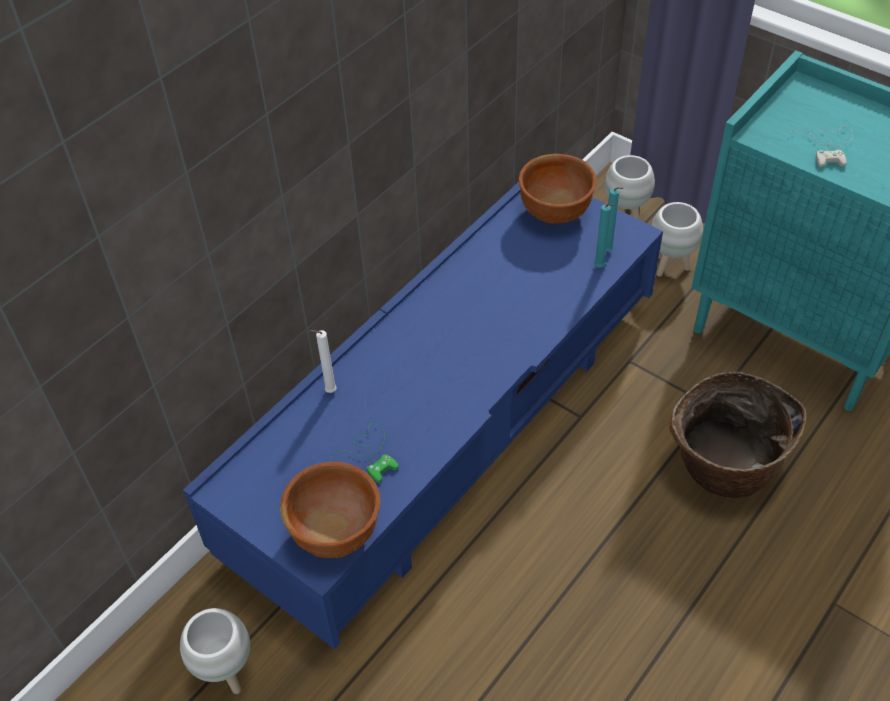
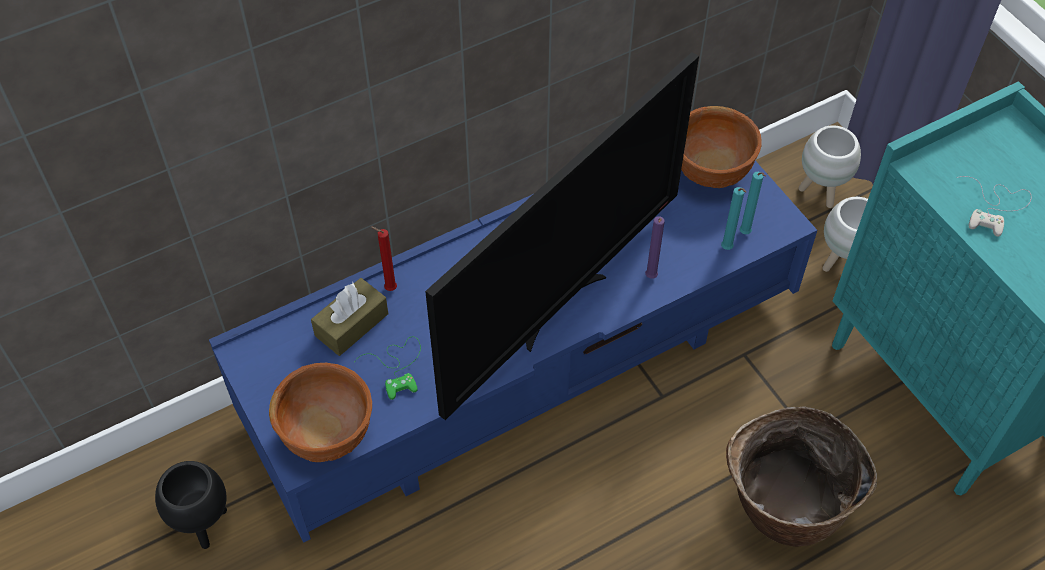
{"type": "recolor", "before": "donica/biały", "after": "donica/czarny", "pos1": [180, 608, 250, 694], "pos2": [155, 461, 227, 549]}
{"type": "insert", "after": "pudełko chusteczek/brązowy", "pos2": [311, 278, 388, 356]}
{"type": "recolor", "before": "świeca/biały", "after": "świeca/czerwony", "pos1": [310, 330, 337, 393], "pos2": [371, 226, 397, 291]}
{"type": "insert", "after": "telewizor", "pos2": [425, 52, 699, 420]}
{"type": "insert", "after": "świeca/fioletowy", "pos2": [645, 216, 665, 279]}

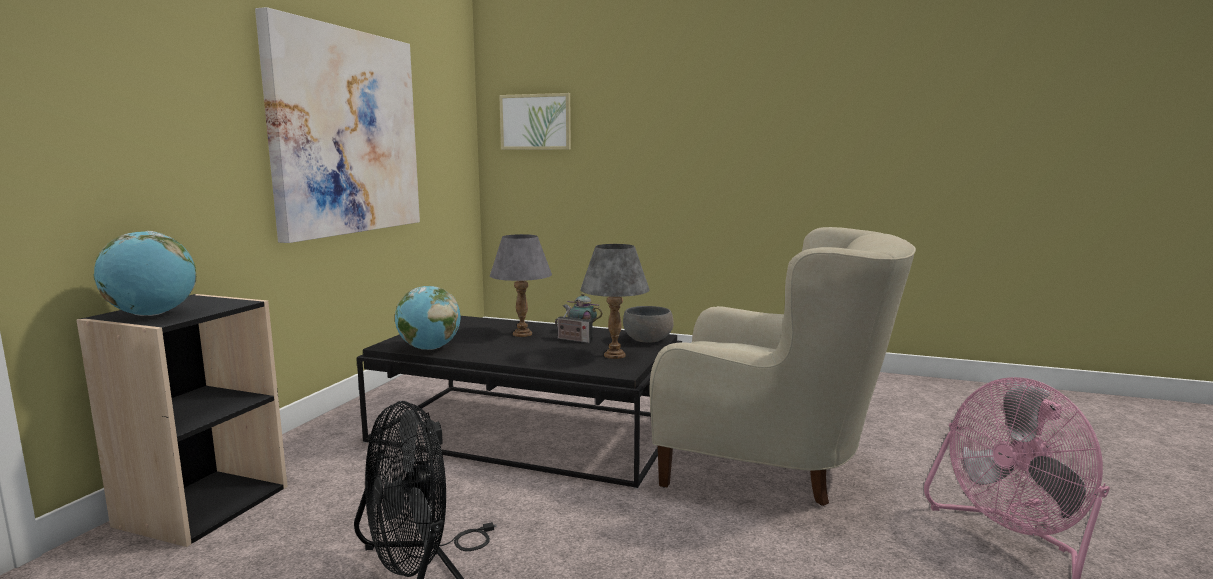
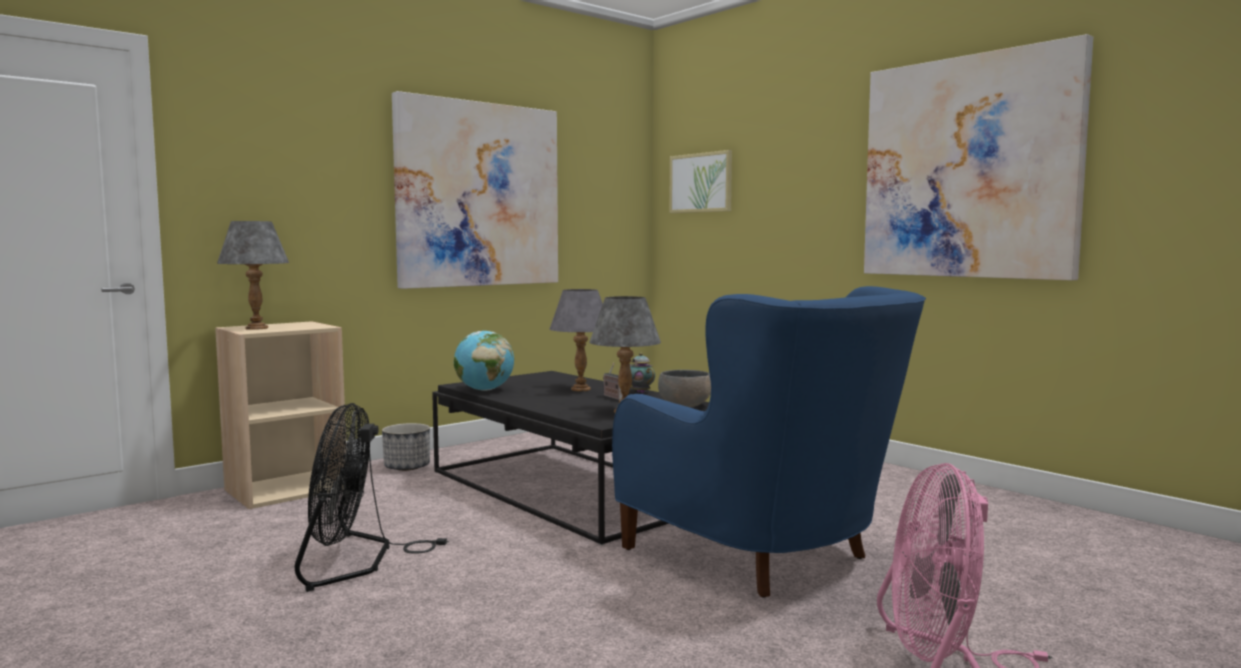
{"type": "recolor", "before": "regał/czarny", "after": "regał/beżowy", "pos1": [77, 294, 288, 547], "pos2": [215, 321, 346, 509]}
{"type": "replace", "before": "globus", "after": "lampa stołowa/szary", "pos1": [94, 231, 196, 316], "pos2": [217, 221, 289, 330]}
{"type": "insert", "after": "donica", "pos2": [382, 423, 430, 471]}
{"type": "recolor", "before": "fotel/beżowy", "after": "fotel/niebieski", "pos1": [649, 227, 916, 506], "pos2": [612, 286, 926, 598]}
{"type": "insert", "after": "obraz", "pos2": [864, 34, 1093, 280]}

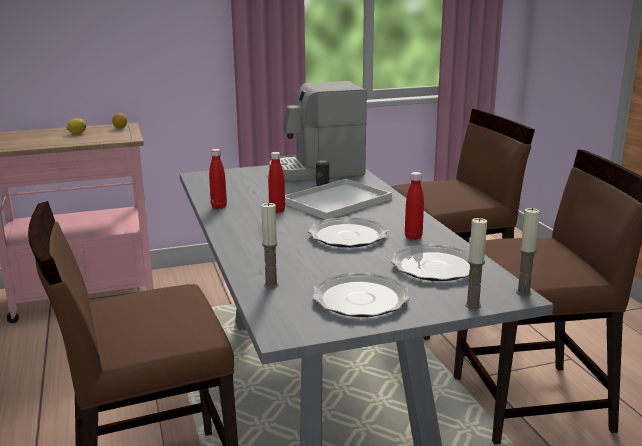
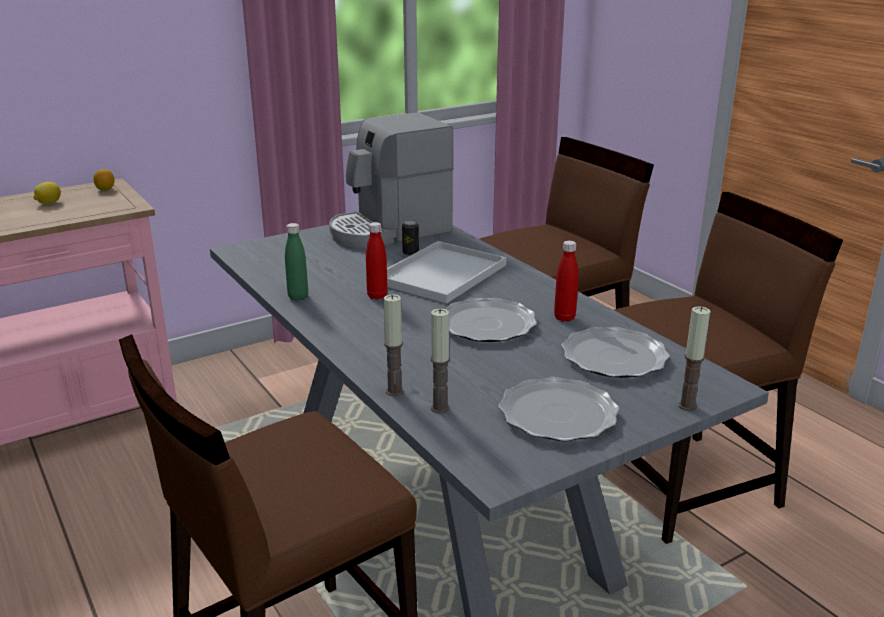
{"type": "recolor", "before": "butelka/czerwony", "after": "butelka/zielony", "pos1": [209, 149, 227, 209], "pos2": [285, 223, 308, 301]}
{"type": "move", "before": "świeca", "pos1": [516, 208, 540, 296], "pos2": [384, 294, 404, 396]}

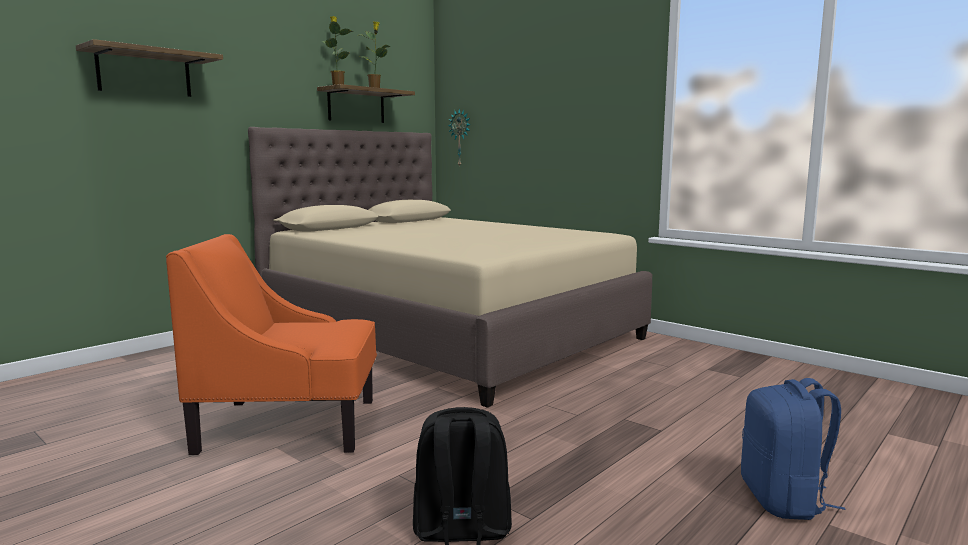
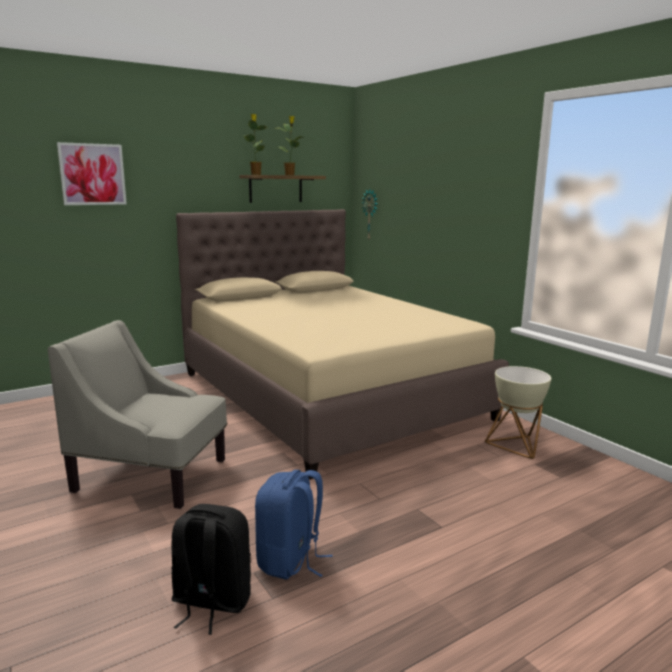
{"type": "recolor", "before": "fotel/pomarańczowy", "after": "fotel/szary", "pos1": [166, 234, 377, 455], "pos2": [47, 320, 227, 509]}
{"type": "replace", "before": "półka", "after": "obraz", "pos1": [76, 39, 223, 97], "pos2": [57, 142, 127, 205]}
{"type": "move", "before": "plecak/niebieski", "pos1": [741, 378, 846, 520], "pos2": [255, 470, 333, 580]}
{"type": "insert", "after": "donica", "pos2": [485, 366, 551, 459]}

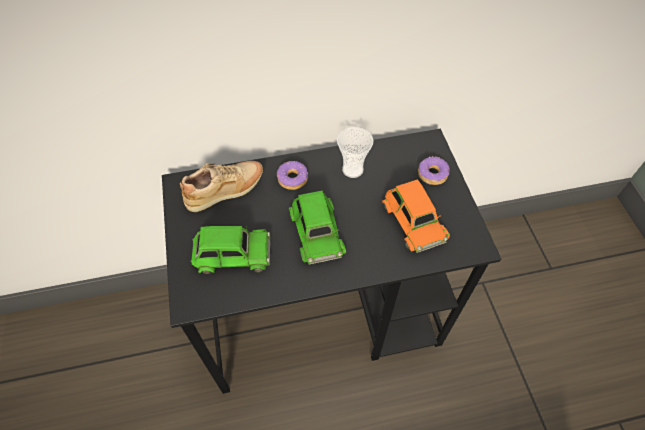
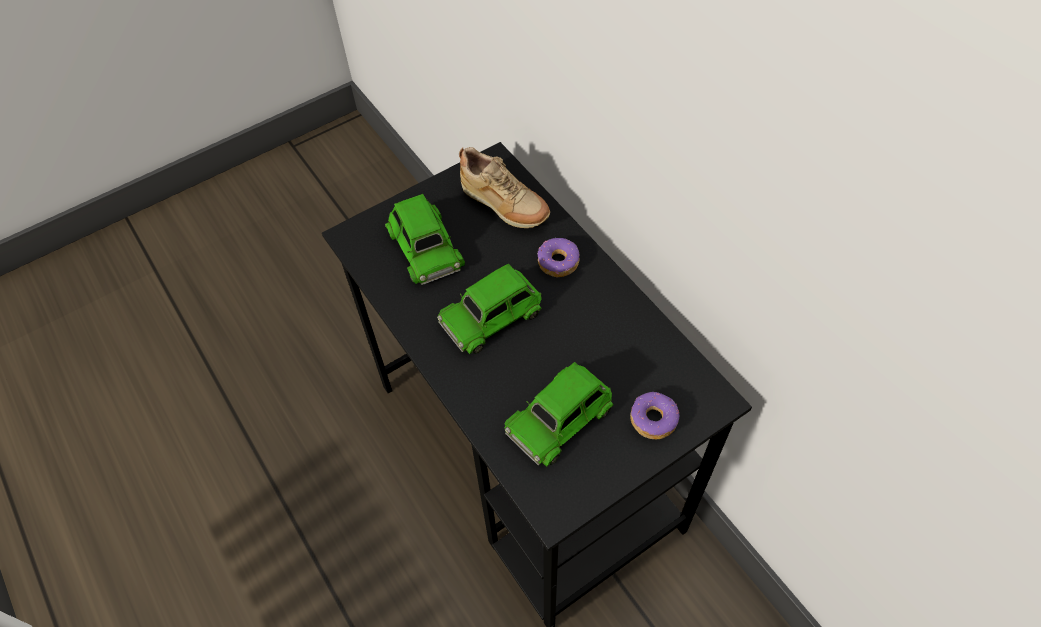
{"type": "recolor", "before": "samochodzik/pomarańczowy", "after": "samochodzik/zielony", "pos1": [382, 179, 450, 253], "pos2": [505, 362, 614, 467]}
{"type": "delete", "before": "filiżanka", "pos1": [337, 127, 373, 178]}

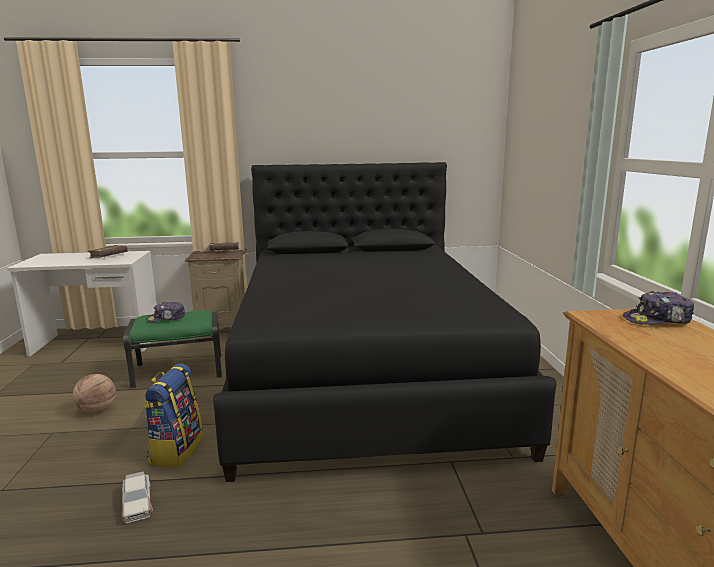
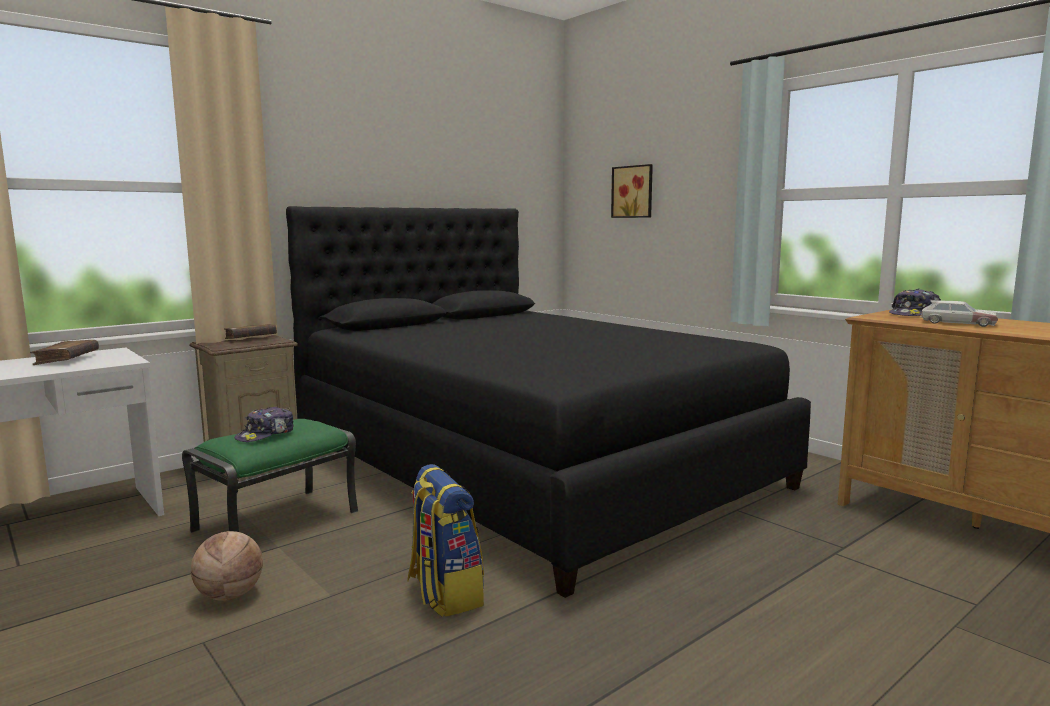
{"type": "insert", "after": "obraz", "pos2": [611, 164, 653, 218]}
{"type": "move", "before": "samochodzik", "pos1": [121, 472, 153, 523], "pos2": [920, 300, 998, 327]}

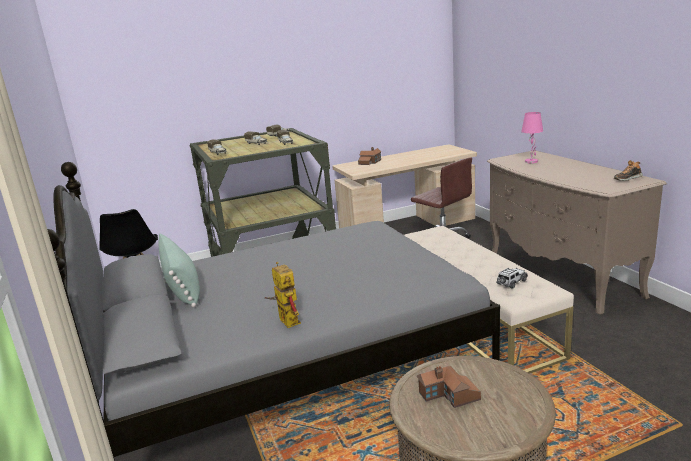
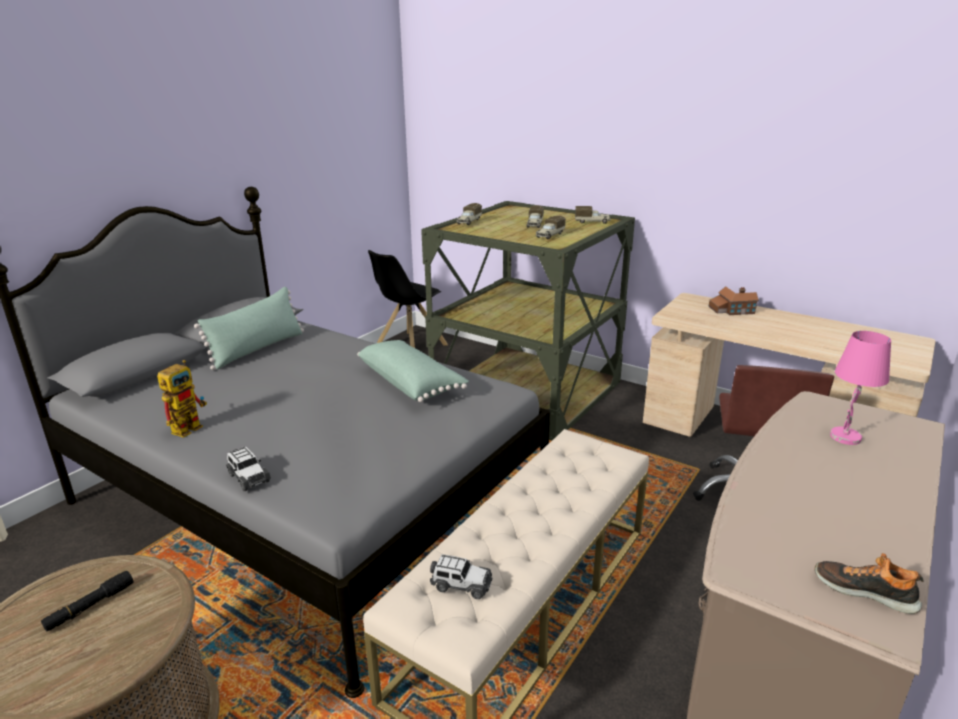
{"type": "replace", "before": "domek", "after": "latarka/czarny", "pos1": [417, 366, 481, 408], "pos2": [41, 571, 133, 631]}
{"type": "insert", "after": "samochodzik", "pos2": [226, 447, 271, 491]}
{"type": "insert", "after": "poduszka/zielony", "pos2": [357, 340, 469, 402]}

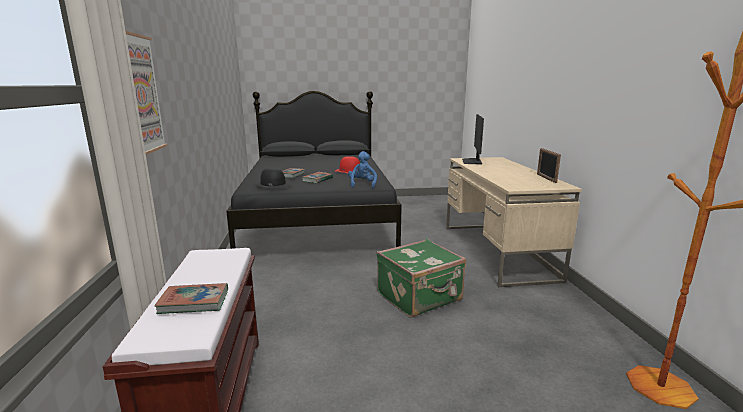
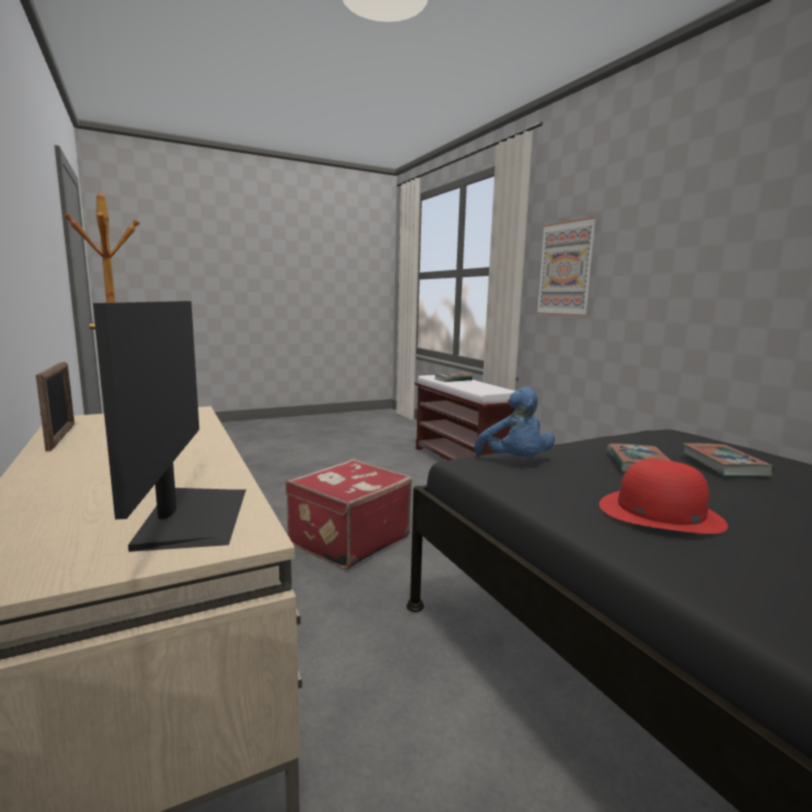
{"type": "recolor", "before": "walizka/zielony", "after": "walizka/czerwony", "pos1": [377, 239, 466, 317], "pos2": [285, 459, 413, 570]}
{"type": "delete", "before": "kapelusz/czarny", "pos1": [255, 167, 291, 189]}

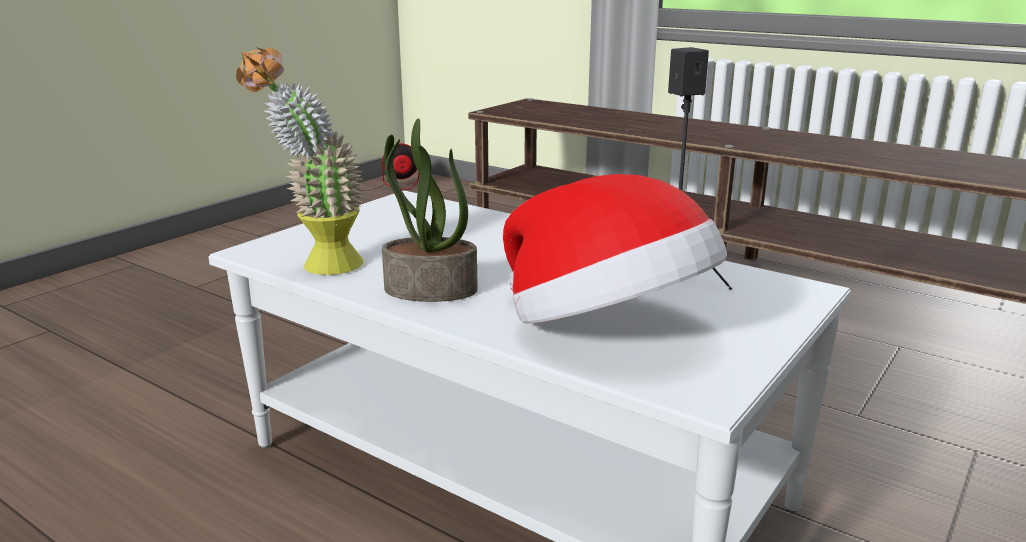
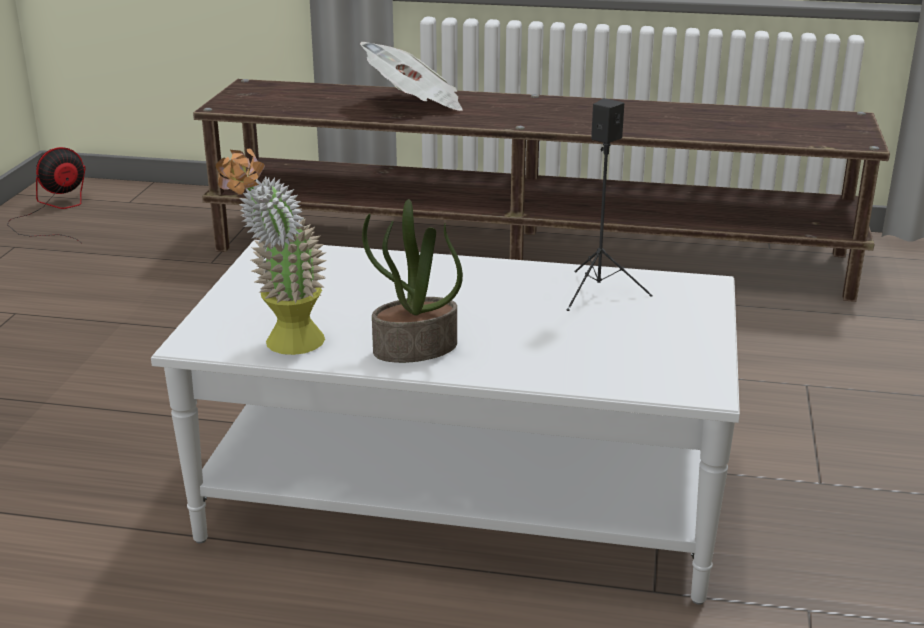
{"type": "insert", "after": "gazeta", "pos2": [360, 42, 463, 111]}
{"type": "delete", "before": "kapelusz", "pos1": [503, 174, 727, 323]}

